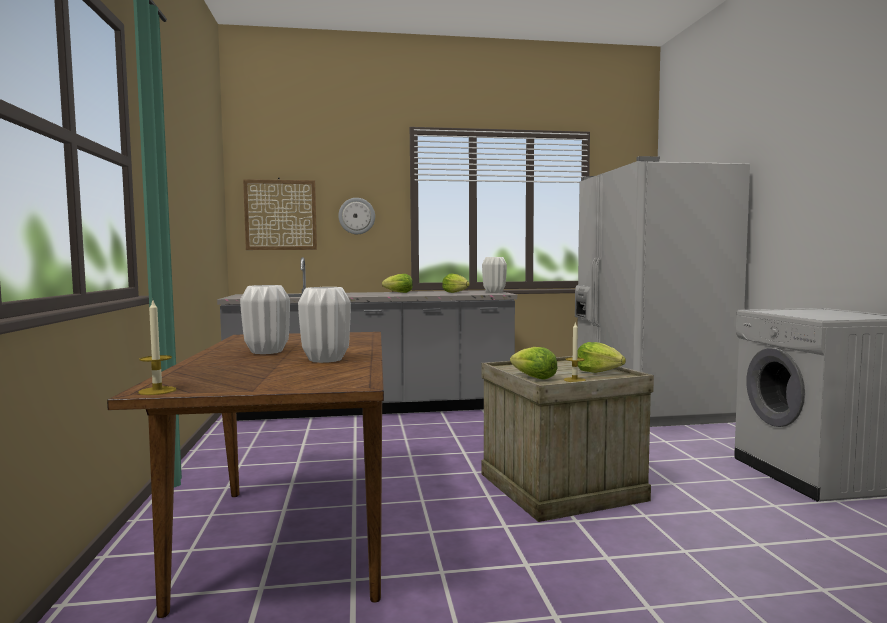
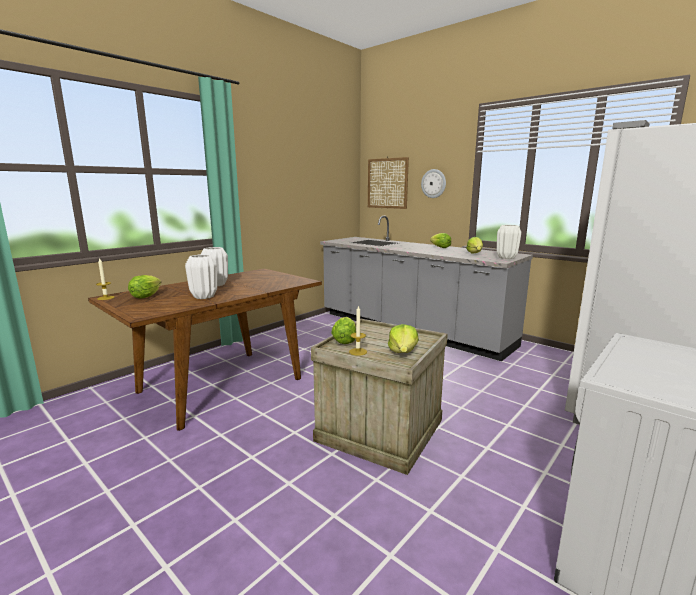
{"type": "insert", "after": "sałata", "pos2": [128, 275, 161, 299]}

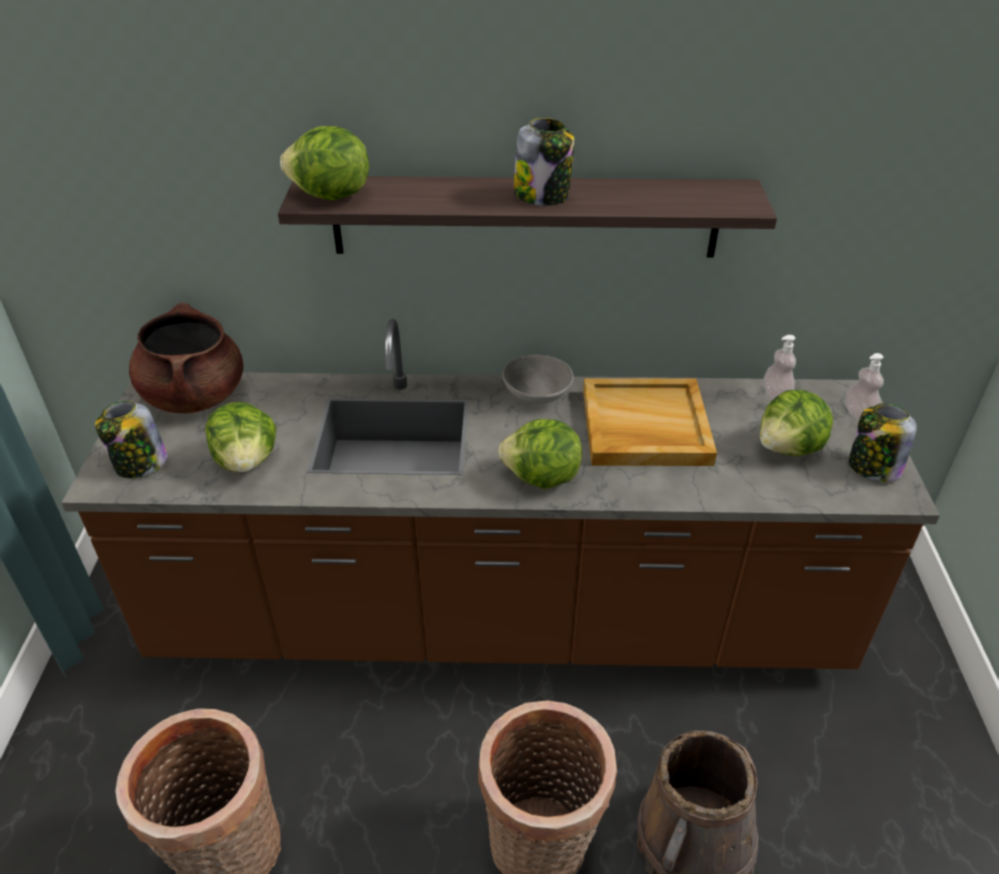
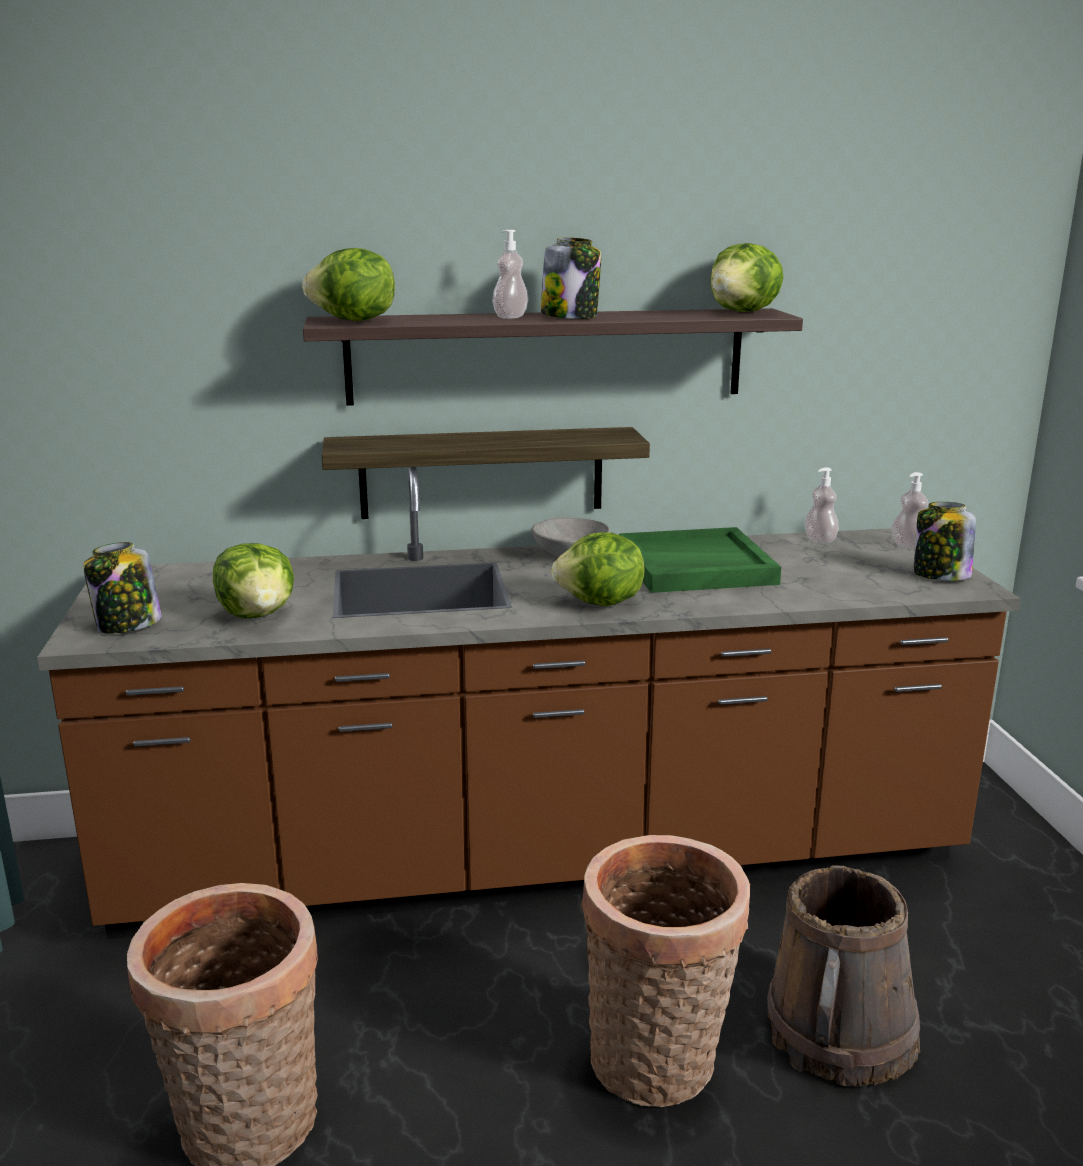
{"type": "insert", "after": "półka", "pos2": [321, 427, 650, 519]}
{"type": "insert", "after": "dozownik mydła", "pos2": [492, 230, 529, 319]}
{"type": "recolor", "before": "taca/beżowy", "after": "taca/zielony", "pos1": [583, 378, 717, 466], "pos2": [619, 527, 781, 593]}
{"type": "move", "before": "sałata", "pos1": [760, 390, 833, 456], "pos2": [711, 243, 784, 312]}
{"type": "delete", "before": "garnek/brązowy", "pos1": [129, 302, 244, 414]}

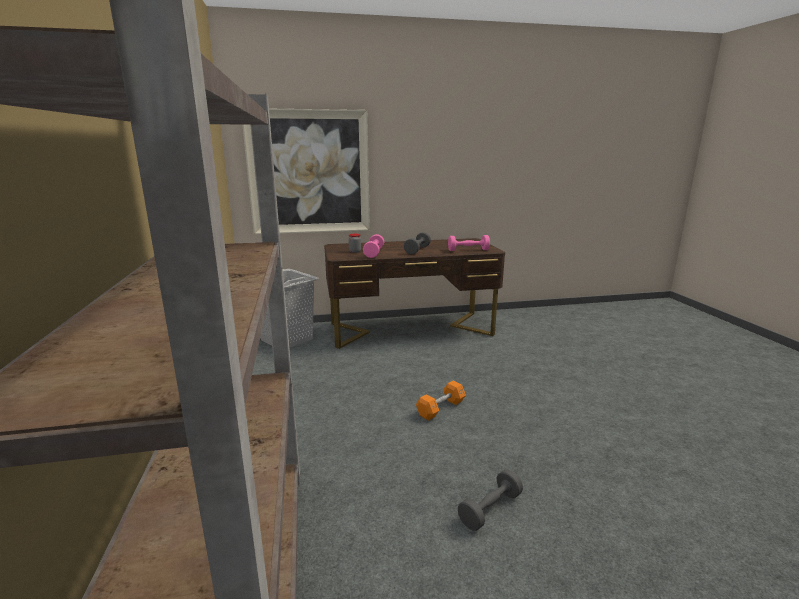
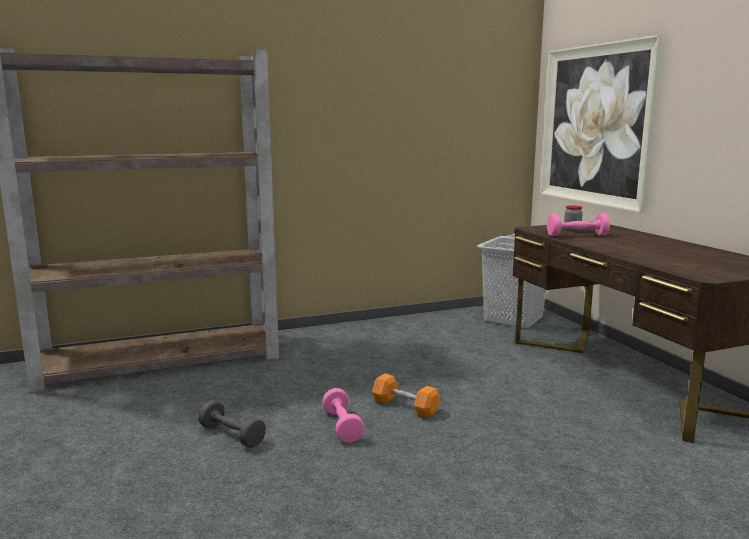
{"type": "move", "before": "hantel/różowy", "pos1": [448, 235, 490, 251], "pos2": [322, 388, 365, 443]}
{"type": "delete", "before": "hantel/szary", "pos1": [404, 232, 431, 254]}

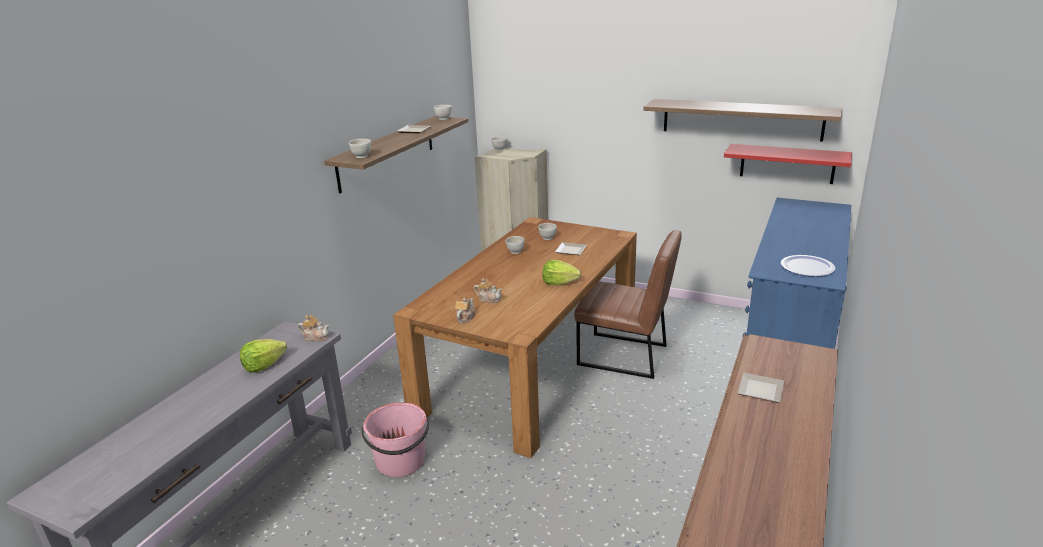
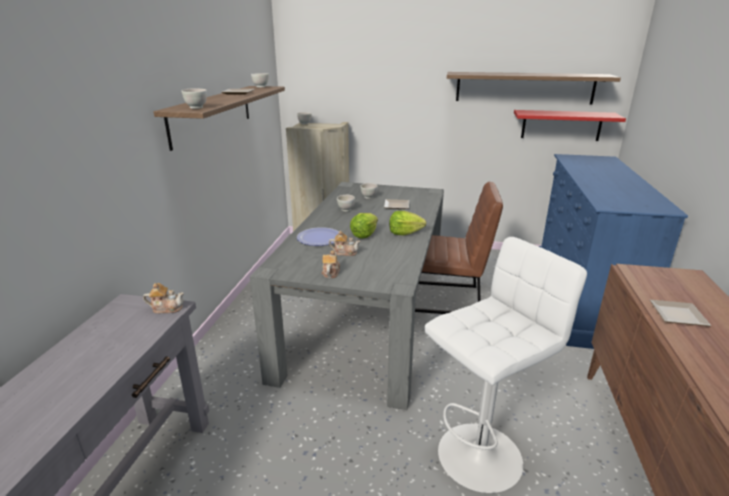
{"type": "recolor", "before": "stół jadalny/brązowy", "after": "stół jadalny/szary", "pos1": [393, 217, 637, 458], "pos2": [250, 182, 444, 410]}
{"type": "move", "before": "talerz", "pos1": [780, 255, 835, 277], "pos2": [297, 227, 339, 246]}
{"type": "move", "before": "sałata", "pos1": [240, 339, 287, 373], "pos2": [350, 213, 378, 239]}
{"type": "insert", "after": "stołek/biały", "pos2": [425, 237, 587, 493]}
{"type": "delete", "before": "wiadro/różowy", "pos1": [362, 402, 429, 477]}

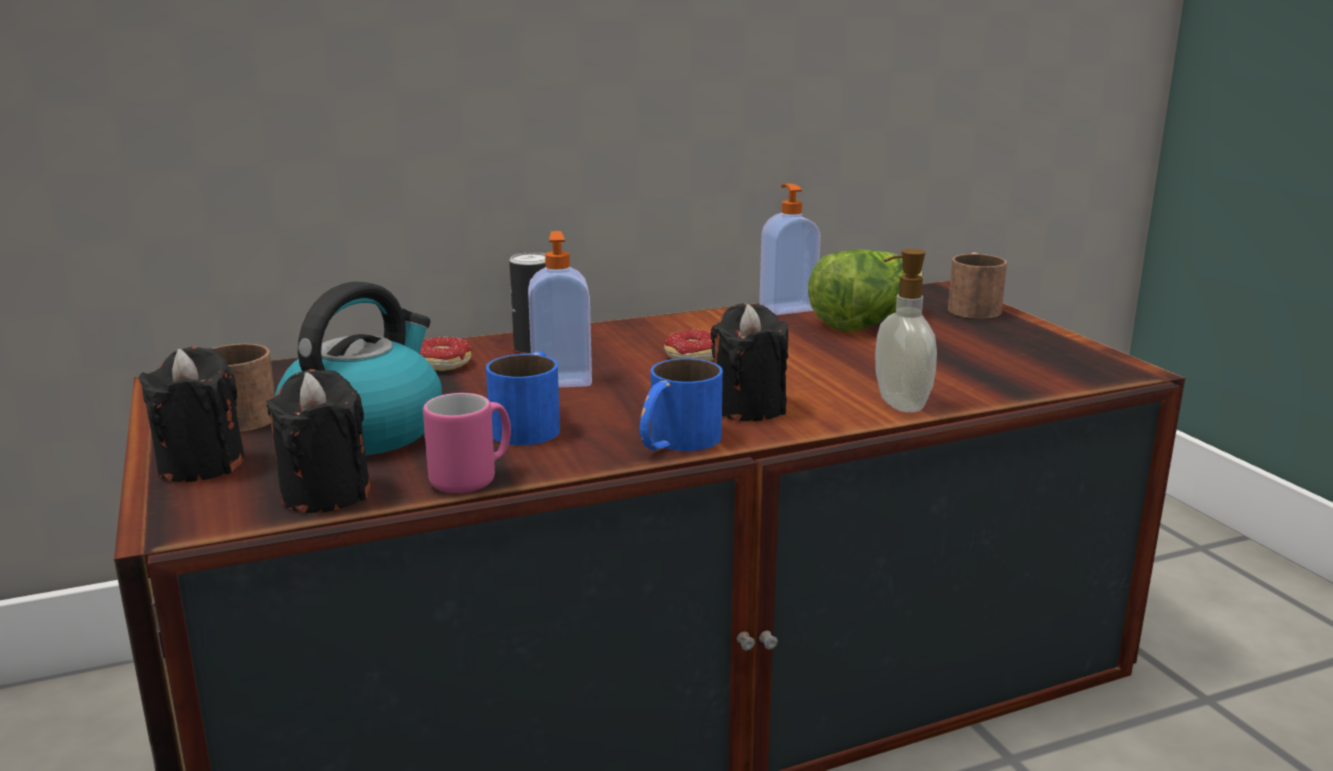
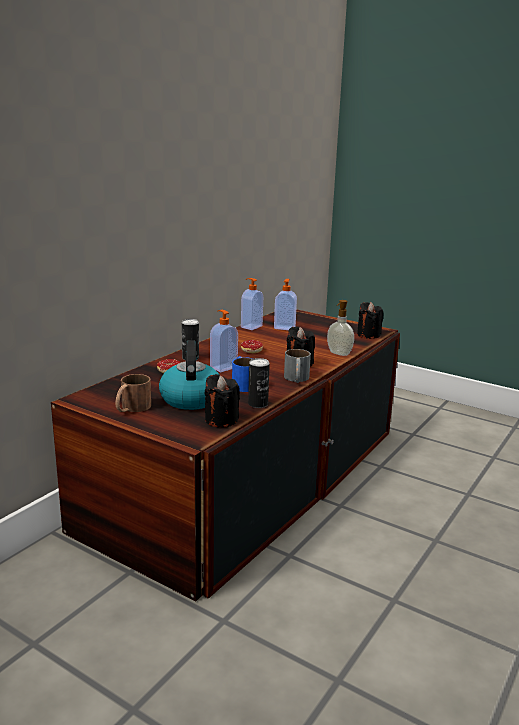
{"type": "replace", "before": "kubek/różowy", "after": "puszka", "pos1": [423, 393, 511, 493], "pos2": [248, 358, 270, 408]}
{"type": "replace", "before": "sałata", "after": "dozownik mydła", "pos1": [808, 249, 923, 332], "pos2": [274, 279, 297, 330]}
{"type": "recolor", "before": "kubek/niebieski", "after": "kubek/szary", "pos1": [640, 358, 723, 451], "pos2": [284, 349, 311, 383]}
{"type": "move", "before": "świeca/czarny", "pos1": [139, 346, 245, 482], "pos2": [357, 302, 383, 339]}
{"type": "delete", "before": "kubek/brązowy", "pos1": [948, 252, 1007, 319]}

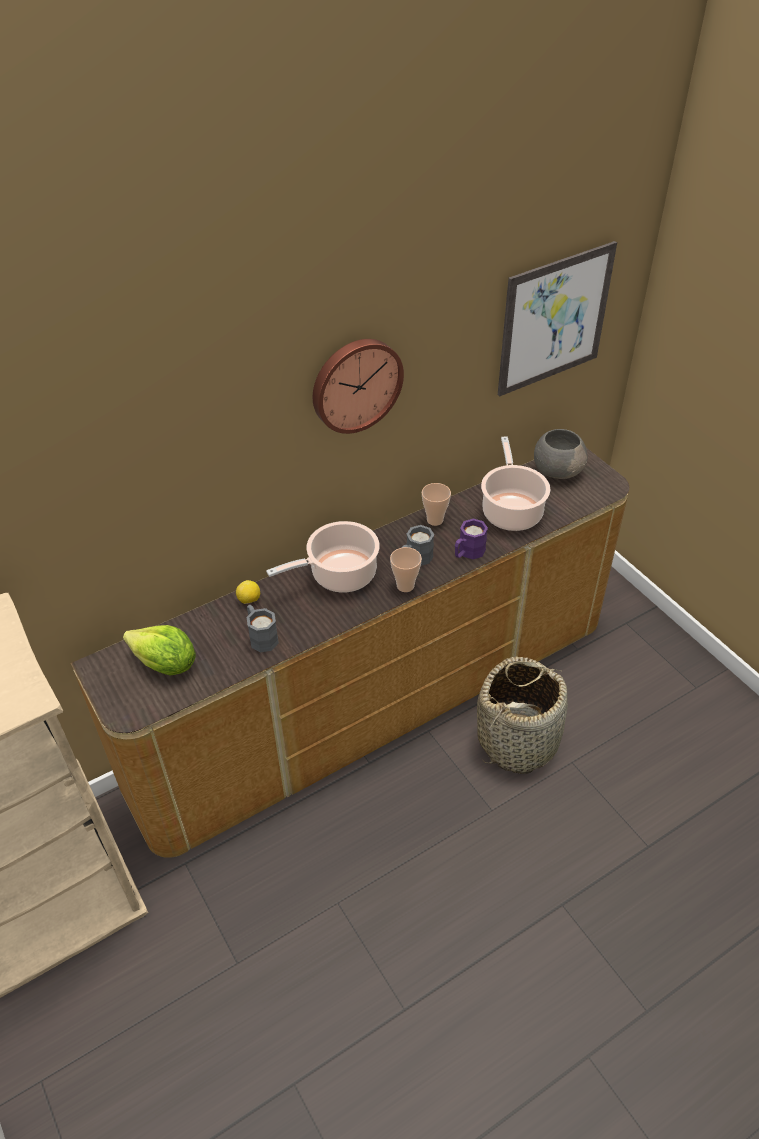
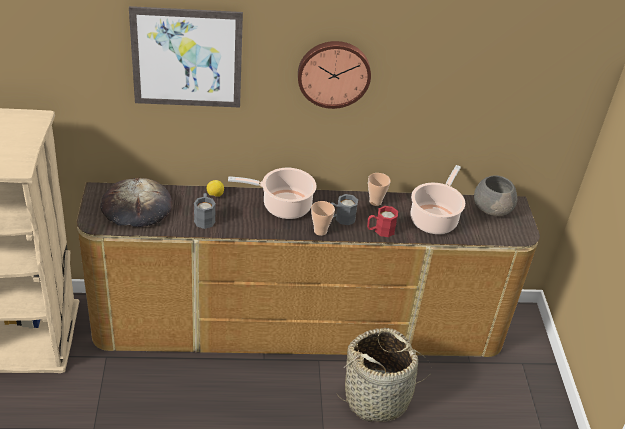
{"type": "replace", "before": "sałata", "after": "chleb", "pos1": [123, 625, 196, 676], "pos2": [100, 178, 173, 227]}
{"type": "move", "before": "obraz", "pos1": [498, 241, 617, 396], "pos2": [129, 6, 243, 107]}
{"type": "recolor", "before": "kubek/fioletowy", "after": "kubek/czerwony", "pos1": [455, 519, 488, 559], "pos2": [367, 206, 398, 237]}

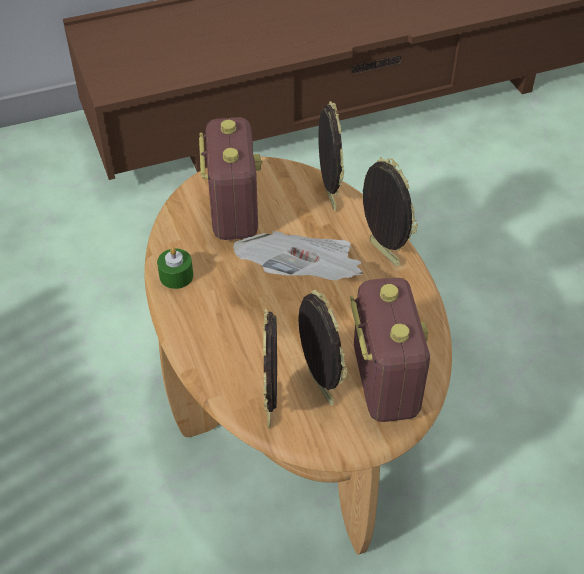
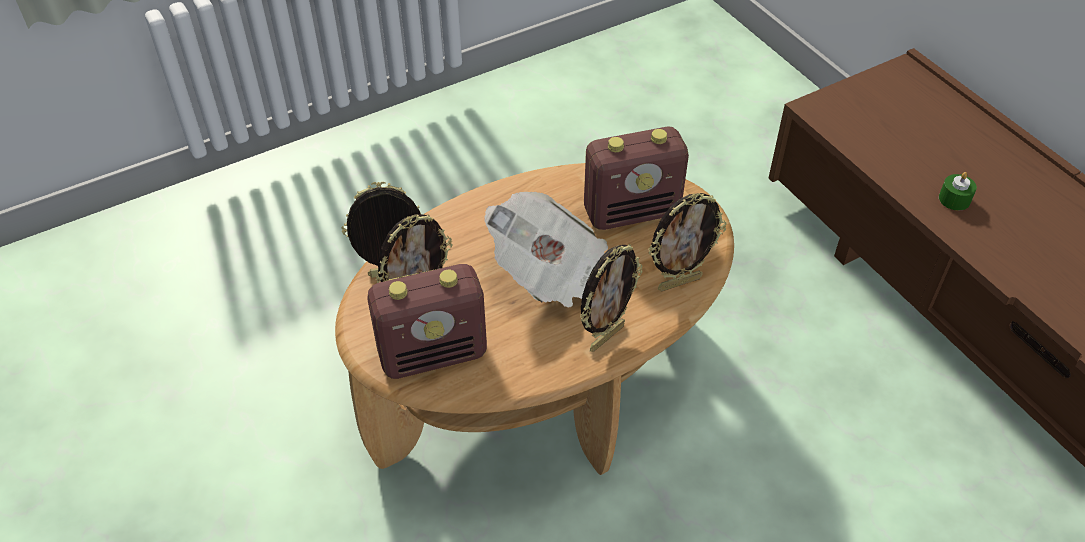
{"type": "move", "before": "świeca/zielony", "pos1": [157, 247, 193, 289], "pos2": [939, 172, 977, 210]}

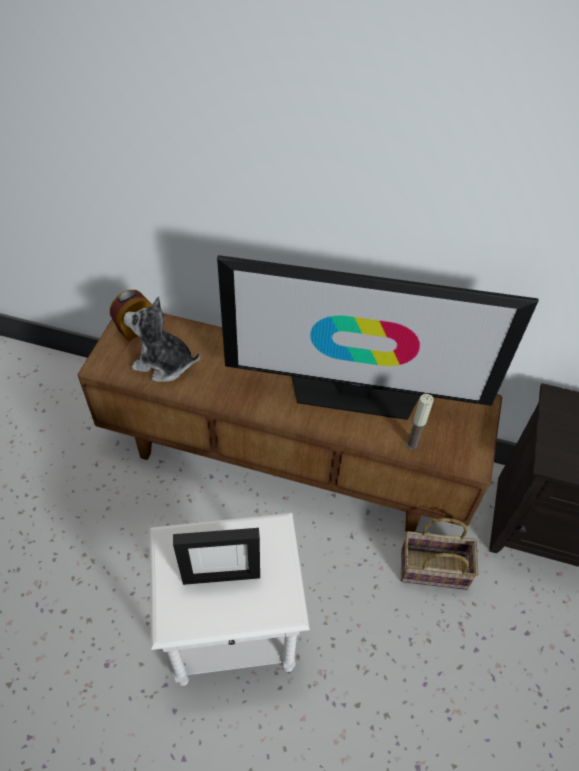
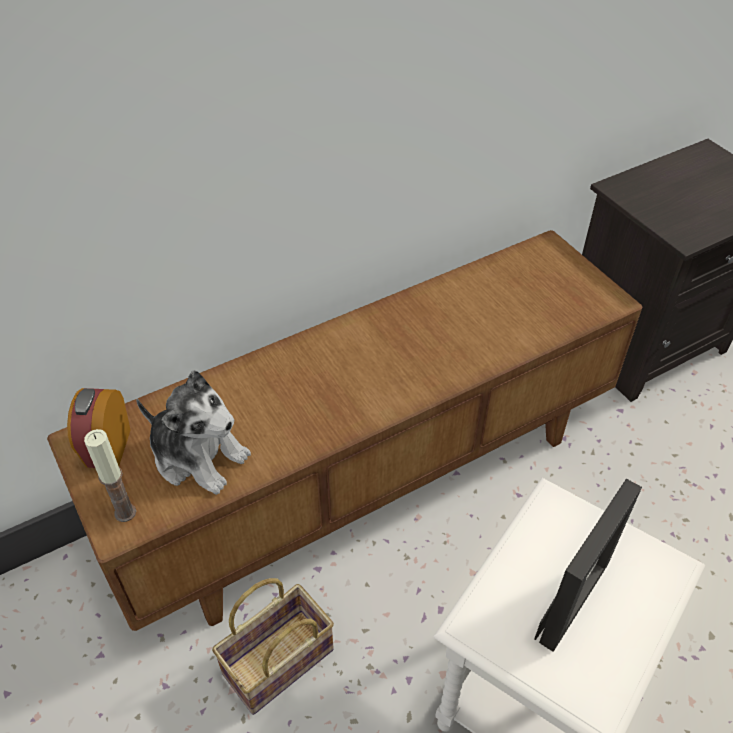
{"type": "move", "before": "świeca", "pos1": [406, 394, 434, 450], "pos2": [84, 429, 136, 522]}
{"type": "rotate", "before": "pluszak", "pos1": [124, 297, 201, 382], "pos2": [136, 370, 251, 495], "turn": -120}
{"type": "move", "before": "koszyk", "pos1": [401, 518, 478, 590], "pos2": [212, 578, 334, 715]}
{"type": "delete", "before": "telewizor", "pos1": [217, 255, 538, 420]}

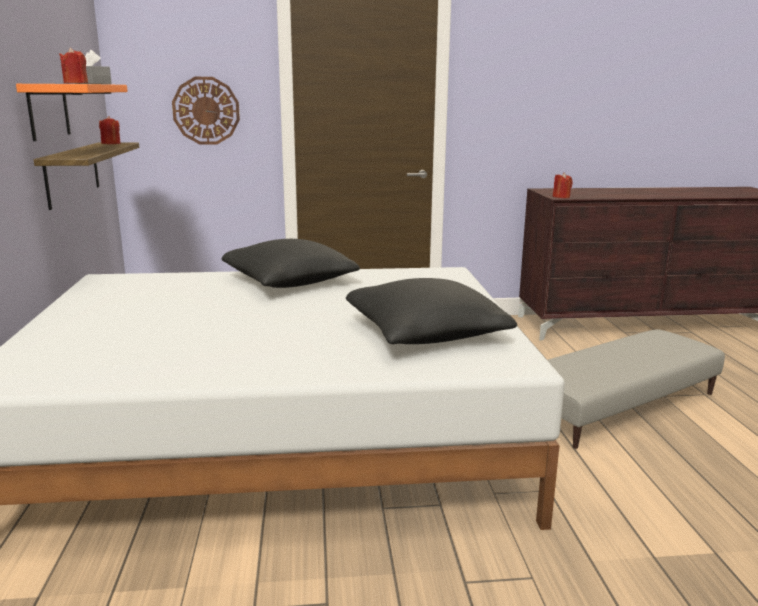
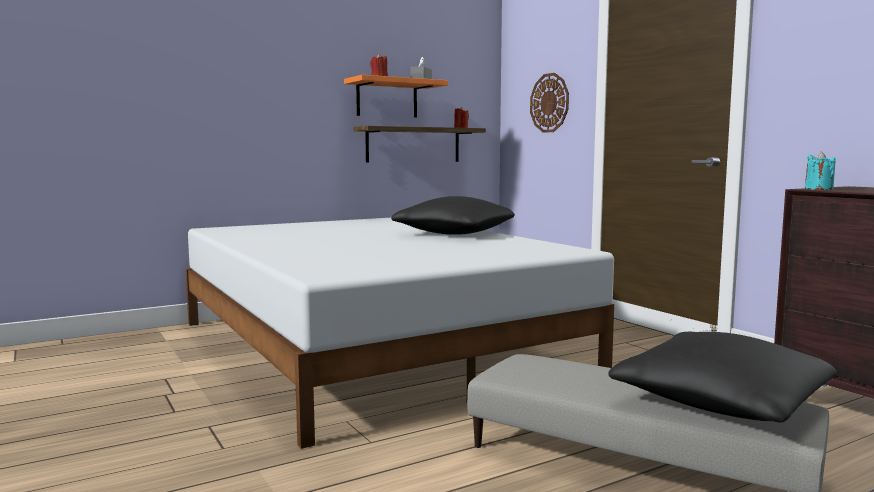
{"type": "move", "before": "poduszka/czarny", "pos1": [346, 278, 517, 344], "pos2": [608, 332, 837, 423]}
{"type": "recolor", "before": "świeca/czerwony", "after": "świeca/turkusowy", "pos1": [553, 173, 573, 198], "pos2": [805, 152, 836, 190]}

